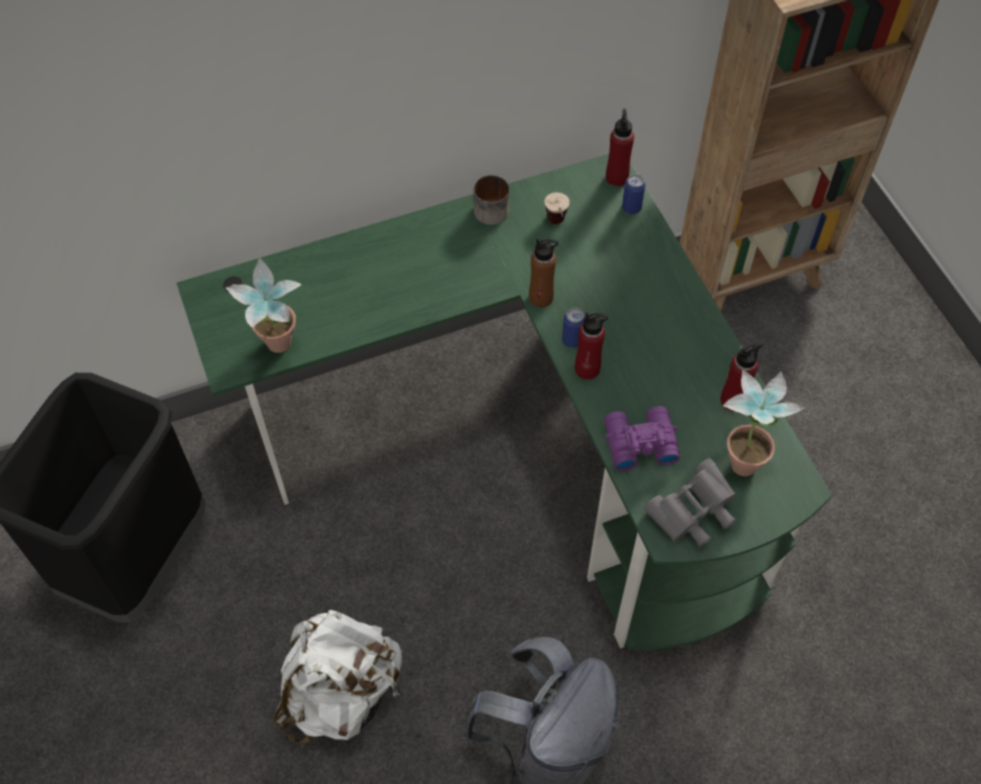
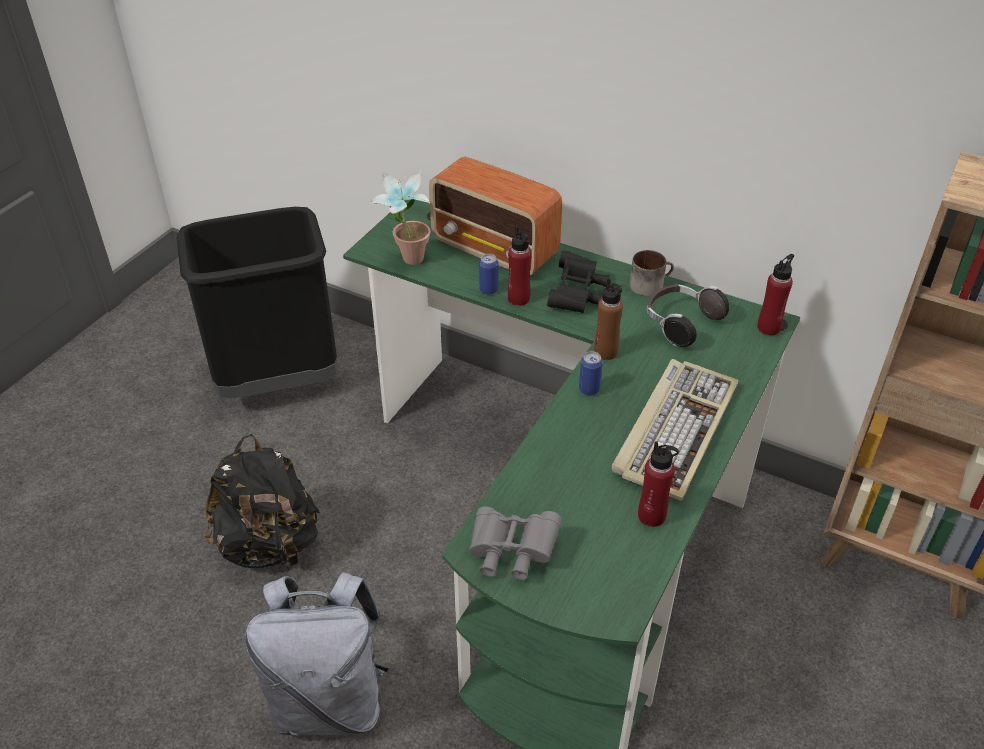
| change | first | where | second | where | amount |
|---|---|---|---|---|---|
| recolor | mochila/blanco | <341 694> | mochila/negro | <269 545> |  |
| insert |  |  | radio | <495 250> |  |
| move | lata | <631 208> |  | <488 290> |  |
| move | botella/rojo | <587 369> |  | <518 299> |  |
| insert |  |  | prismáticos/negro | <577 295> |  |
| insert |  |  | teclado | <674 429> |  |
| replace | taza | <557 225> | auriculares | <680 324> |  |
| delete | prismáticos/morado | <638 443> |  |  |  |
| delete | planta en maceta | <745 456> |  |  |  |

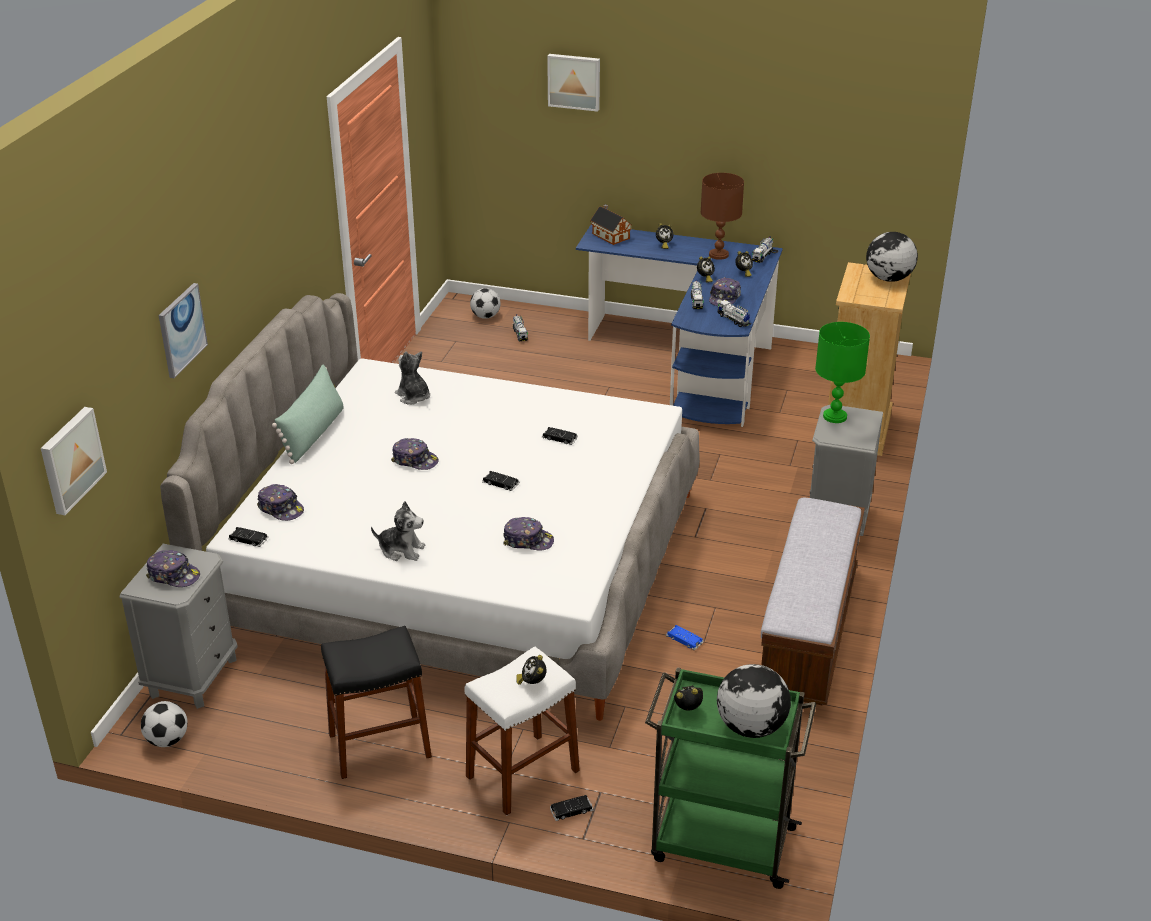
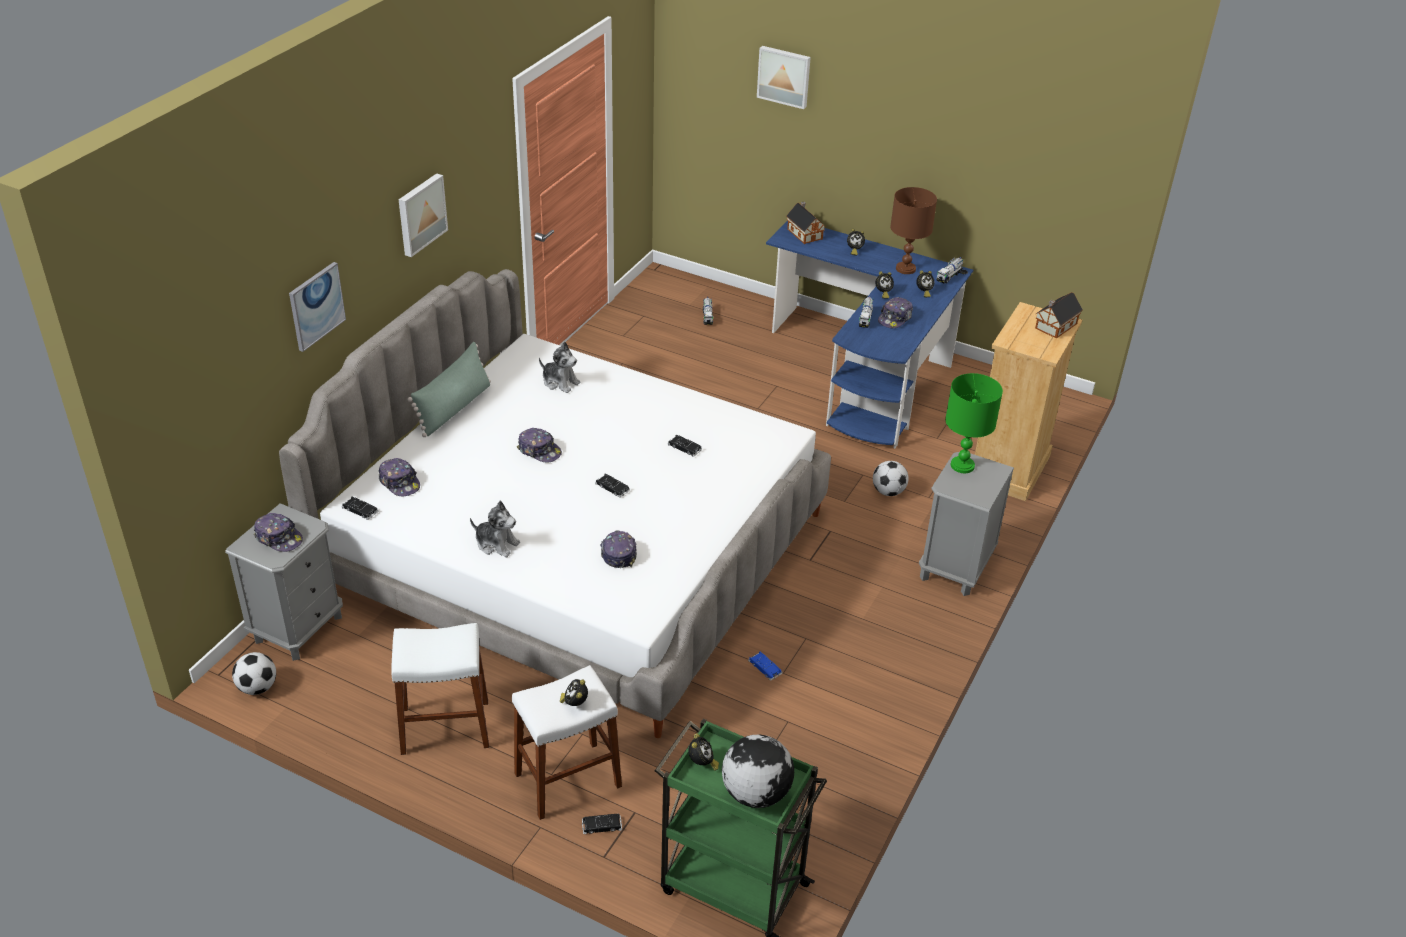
| change | first | where | second | where | amount |
|---|---|---|---|---|---|
| recolor | taburete/negro | <379 745> | taburete/blanco | <445 727> |  |
| move | cuadro | <70 459> |  | <420 214> |  |
| rotate | peluche | <413 396> |  | <560 382> | 150 degrees clockwise |
| rotate | gorra | <528 541> |  | <618 553> | 120 degrees counterclockwise |
| rotate | despertador | <688 709> |  | <702 764> | 90 degrees clockwise |
| move | balón de fútbol | <485 316> |  | <888 492> |  |
| replace | globo terráqueo | <888 279> | casita | <1054 326> |  |
| delete | camión de juguete | <733 320> |  |  |  |
| delete | banco | <808 631> |  |  |  |

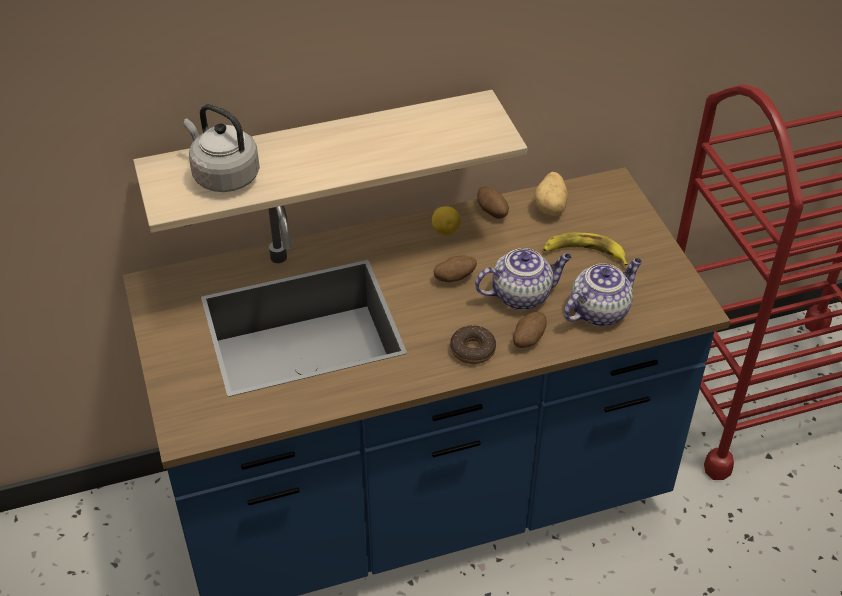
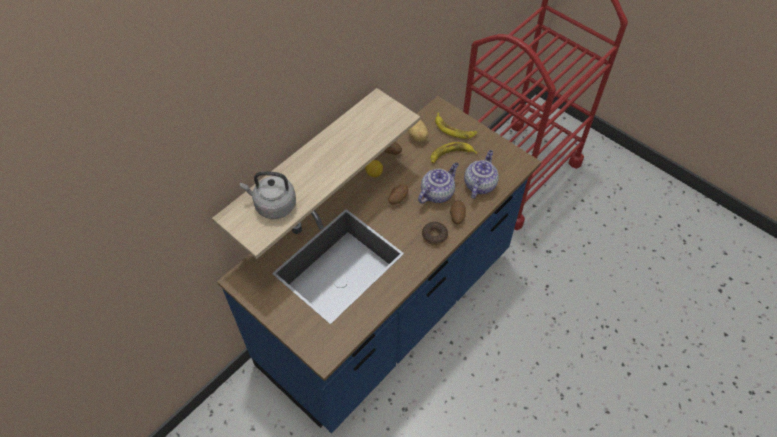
| change | first | where | second | where | amount |
|---|---|---|---|---|---|
| insert |  |  | plátano | <454 129> |  |

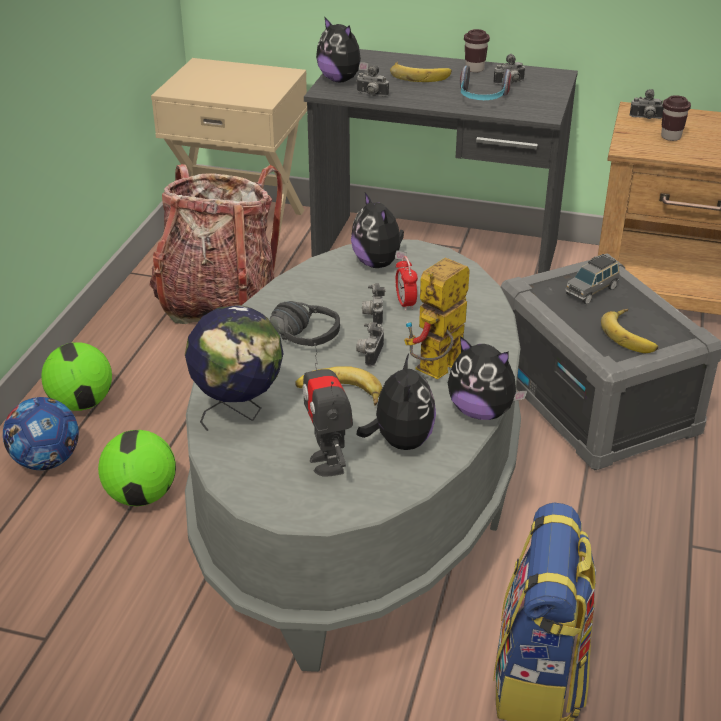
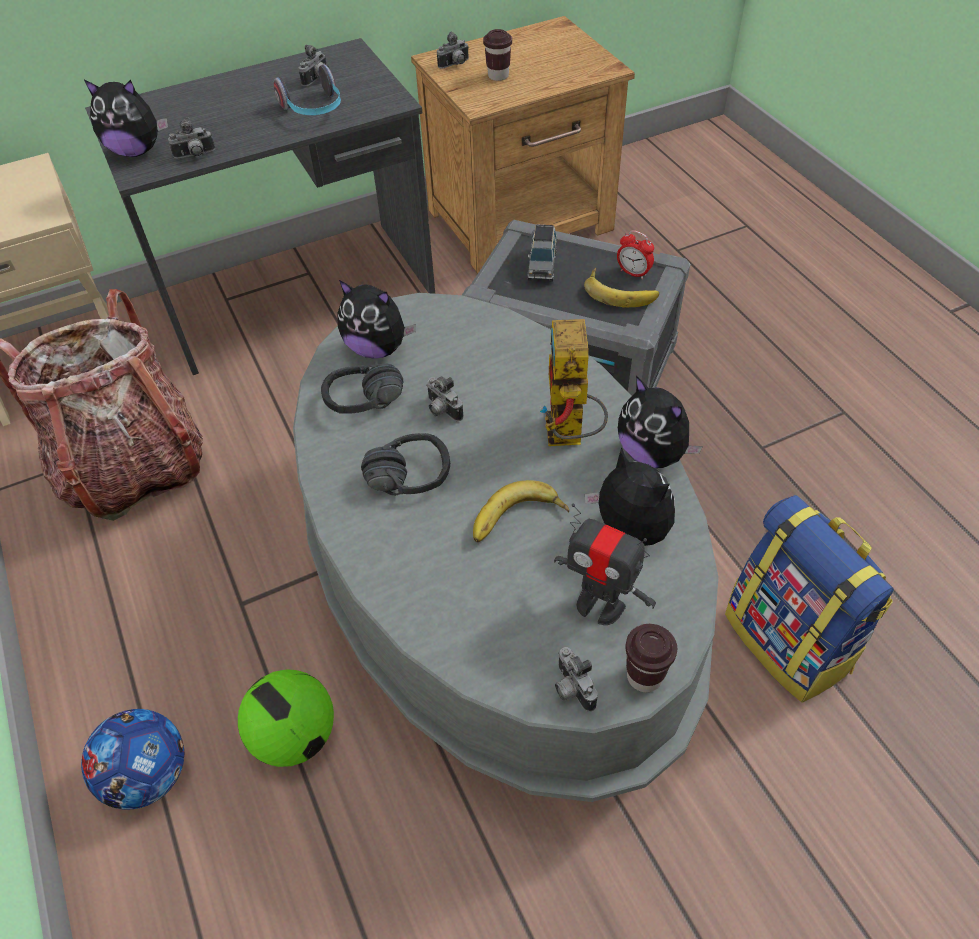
| change | first | where | second | where | amount |
|---|---|---|---|---|---|
| insert |  |  | auriculares/negro | <367 408> |  |
| move | cámara | <369 354> |  | <571 688> |  |
| move | despertador | <405 303> |  | <633 273> |  |
| rotate | peluche | <481 411> |  | <652 453> | 60 degrees clockwise |
| move | taza/marrón | <474 69> |  | <644 676> |  |
| delete | balón de fútbol | <81 403> |  |  |  |
| delete | globo terráqueo | <239 413> |  |  |  |
| delete | plátano | <420 75> |  |  |  |

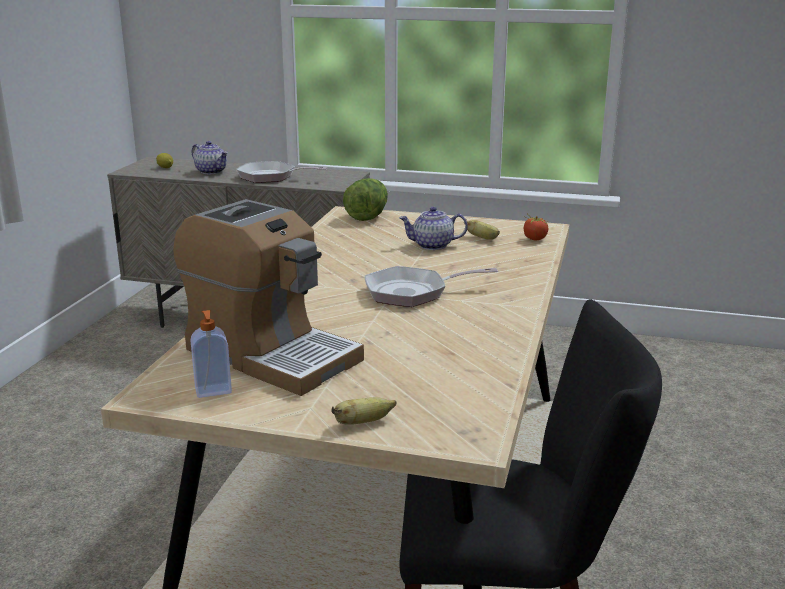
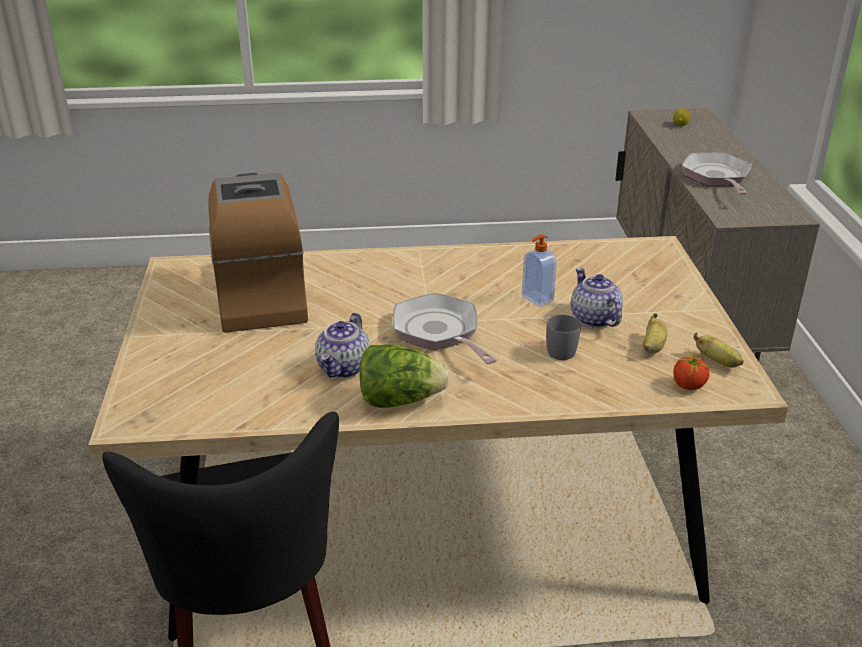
| change | first | where | second | where | amount |
|---|---|---|---|---|---|
| rotate | cafetera | <270 354> |  | <260 294> | 150 degrees clockwise |
| move | tetera | <211 171> |  | <344 368> |  |
| move | lechuga | <368 216> |  | <400 400> |  |
| move | dispensador de jabón | <213 391> |  | <536 299> |  |
| insert |  |  | taza grande/gris | <563 349> |  |
| move | plátano | <363 422> |  | <718 362> |  |

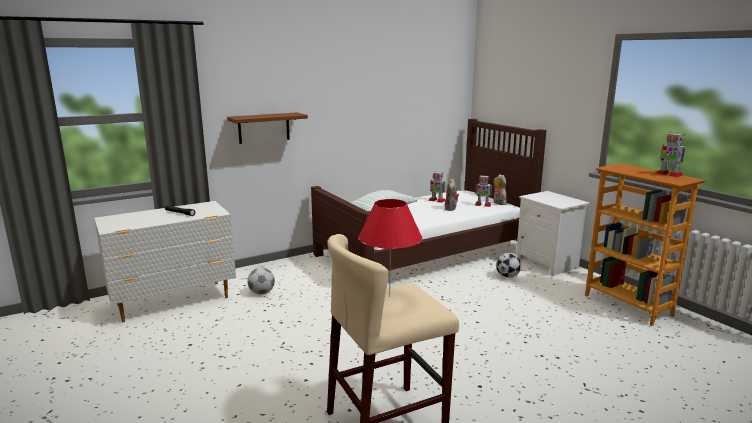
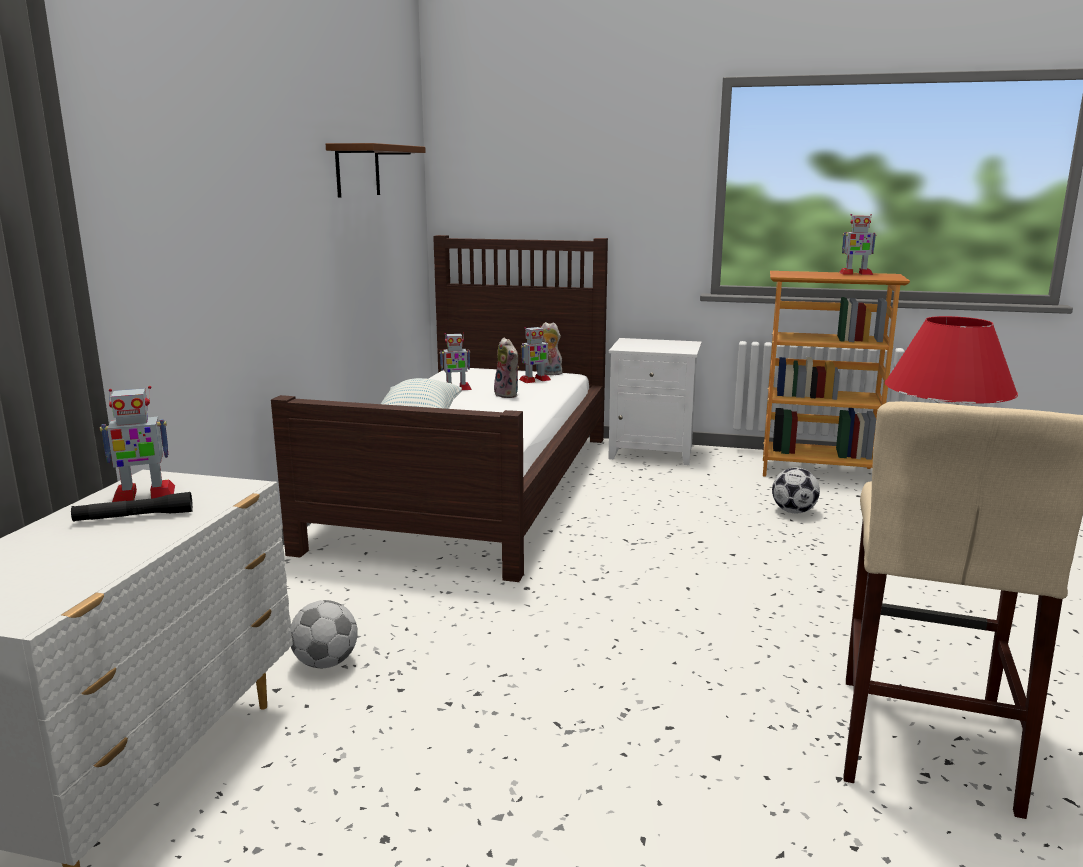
| change | first | where | second | where | amount |
|---|---|---|---|---|---|
| insert |  |  | robot de juguete | <143 495> |  |
| move | estante/marrón | <264 128> |  | <357 170> |  |
| move | balón de fútbol | <507 276> |  | <793 511> |  |

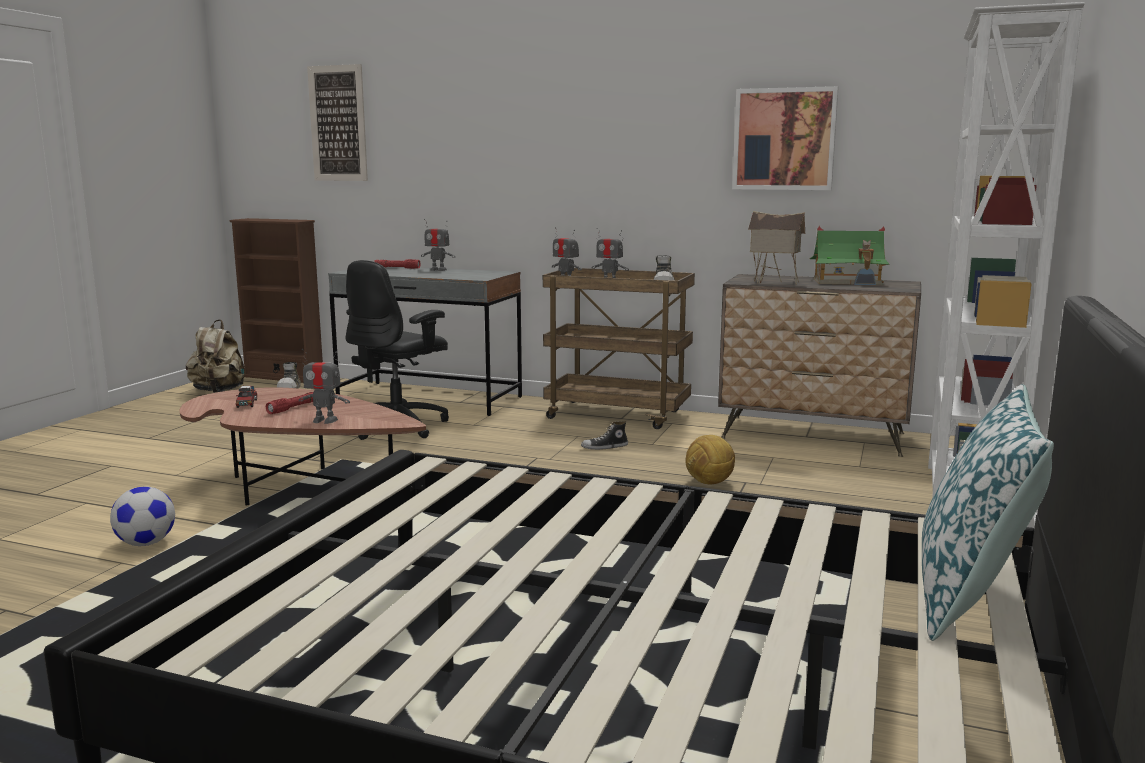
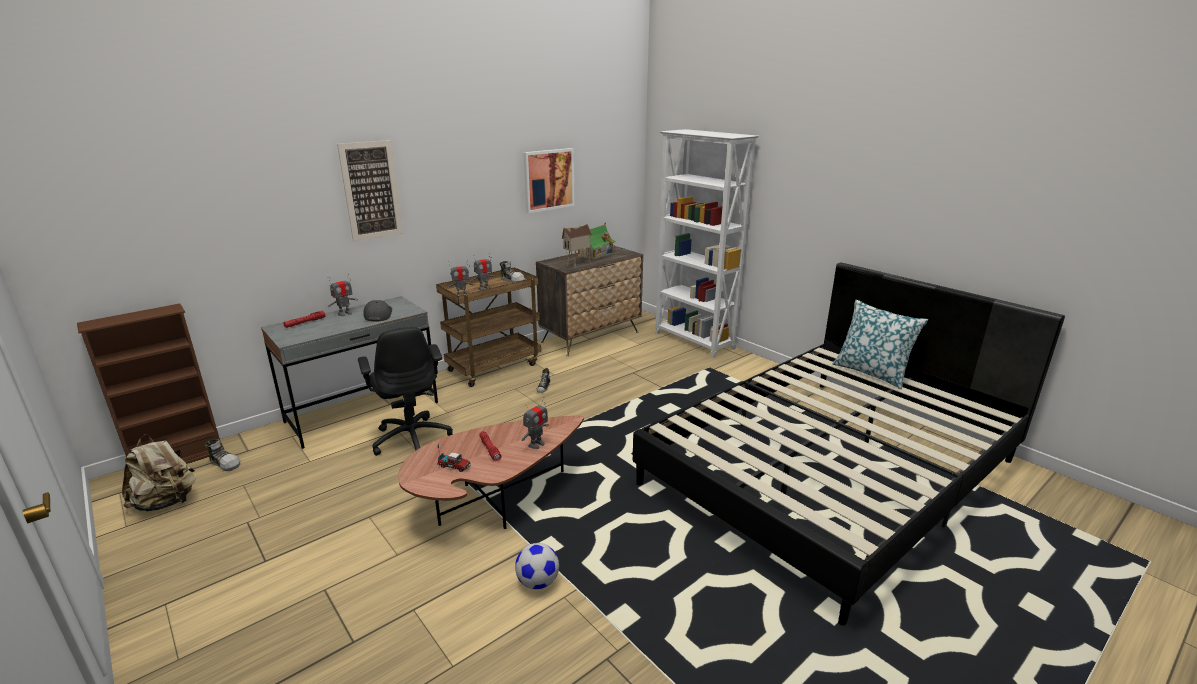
| change | first | where | second | where | amount |
|---|---|---|---|---|---|
| move | cuadro | <338 123> |  | <371 190> |  |
| insert |  |  | gorra/gris | <377 315> |  |
| delete | balón de fútbol | <709 483> |  |  |  |

